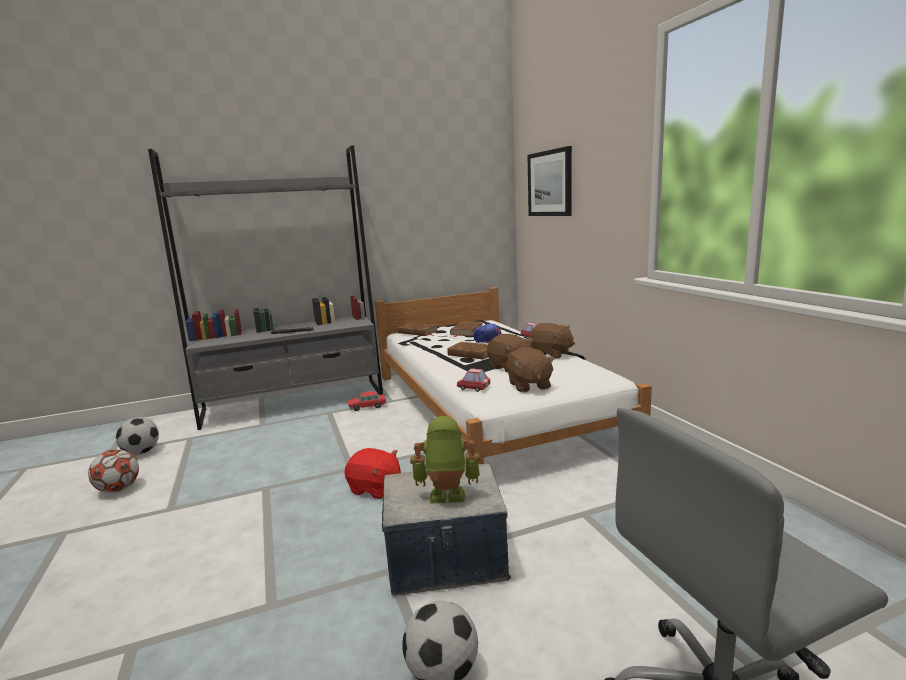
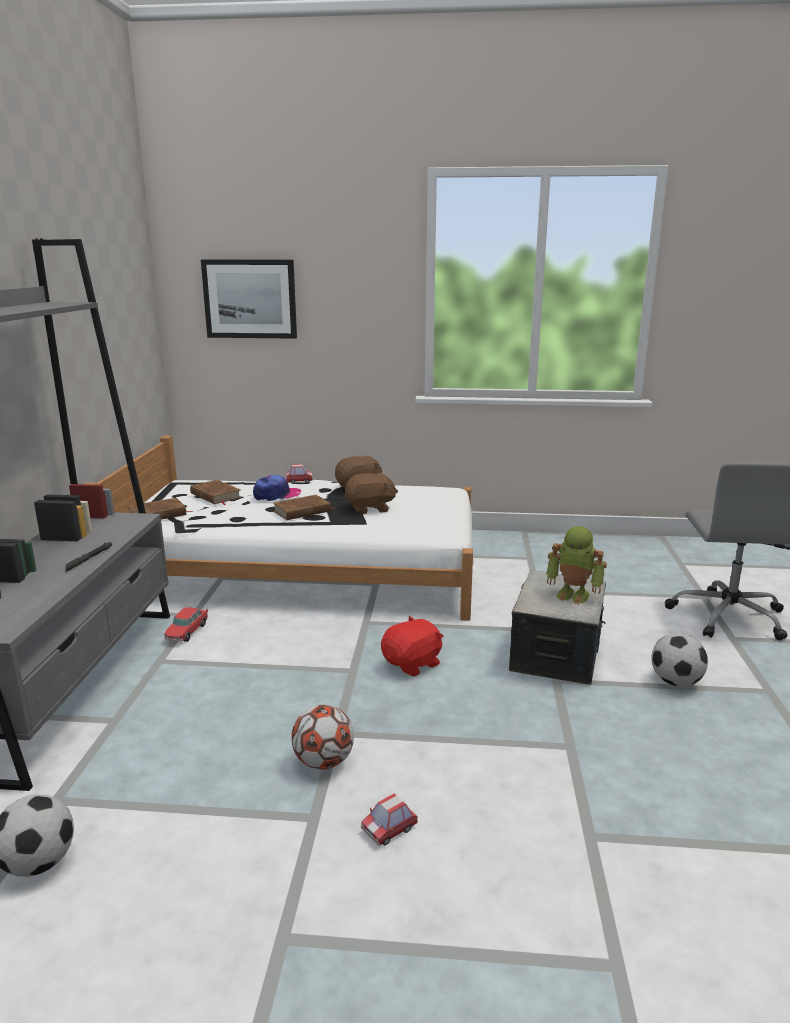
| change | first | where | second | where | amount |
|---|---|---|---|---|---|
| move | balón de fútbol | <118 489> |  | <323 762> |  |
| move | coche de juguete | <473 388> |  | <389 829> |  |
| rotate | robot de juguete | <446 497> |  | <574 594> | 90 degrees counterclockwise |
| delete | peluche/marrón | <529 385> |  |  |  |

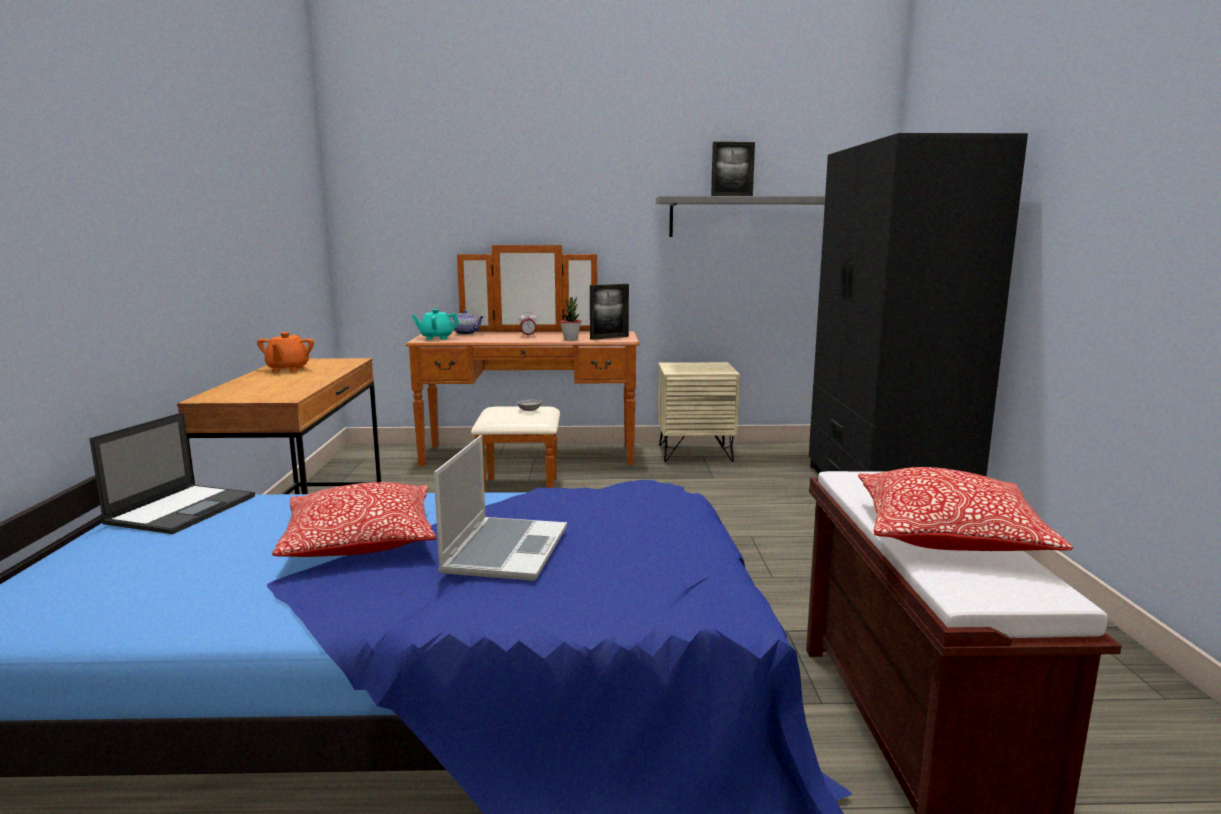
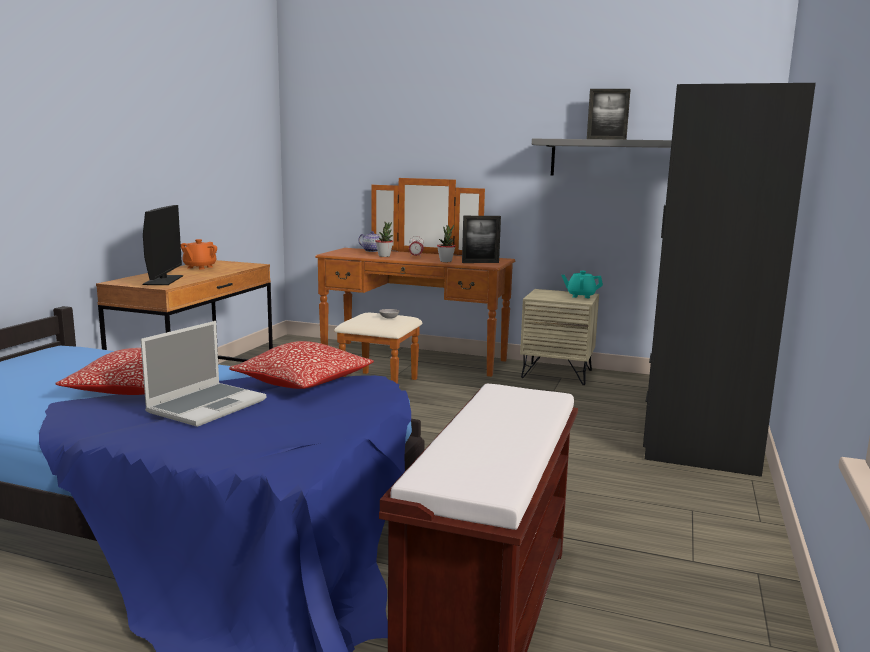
| change | first | where | second | where | amount |
|---|---|---|---|---|---|
| insert |  |  | monitor | <163 280> |  |
| move | cojín | <948 536> |  | <303 383> |  |
| insert |  |  | planta en maceta | <384 256> |  |
| move | tetera/turquesa | <436 338> |  | <580 296> |  |
| delete | portátil | <183 509> |  |  |  |

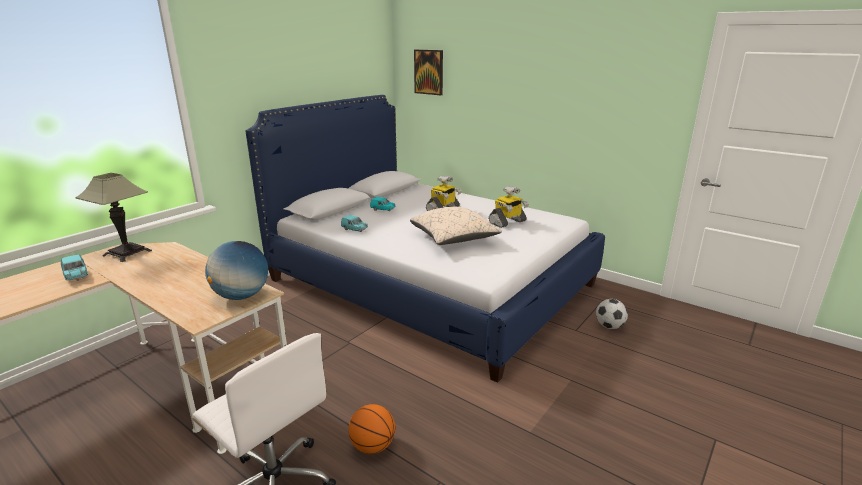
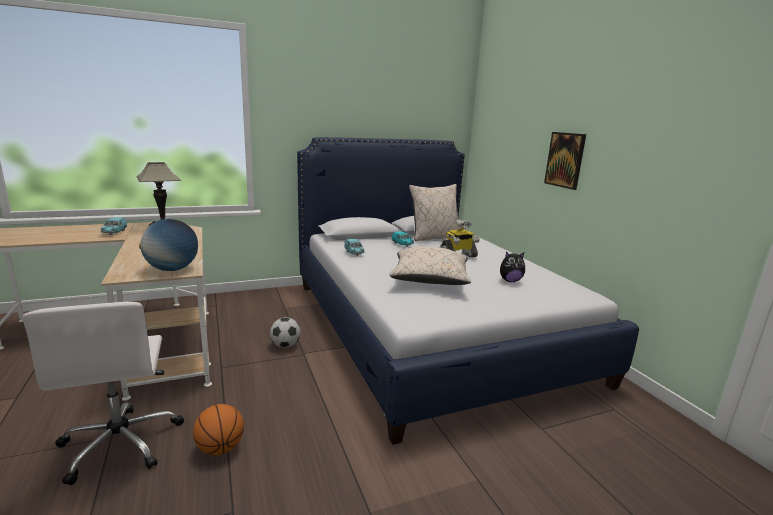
| change | first | where | second | where | amount |
|---|---|---|---|---|---|
| move | balón de fútbol | <609 326> |  | <285 345> |  |
| insert |  |  | cojín/beis | <434 237> |  |
| replace | robot de juguete | <507 222> | peluche | <510 281> |  |
| move | cuadro | <429 72> |  | <565 160> |  |

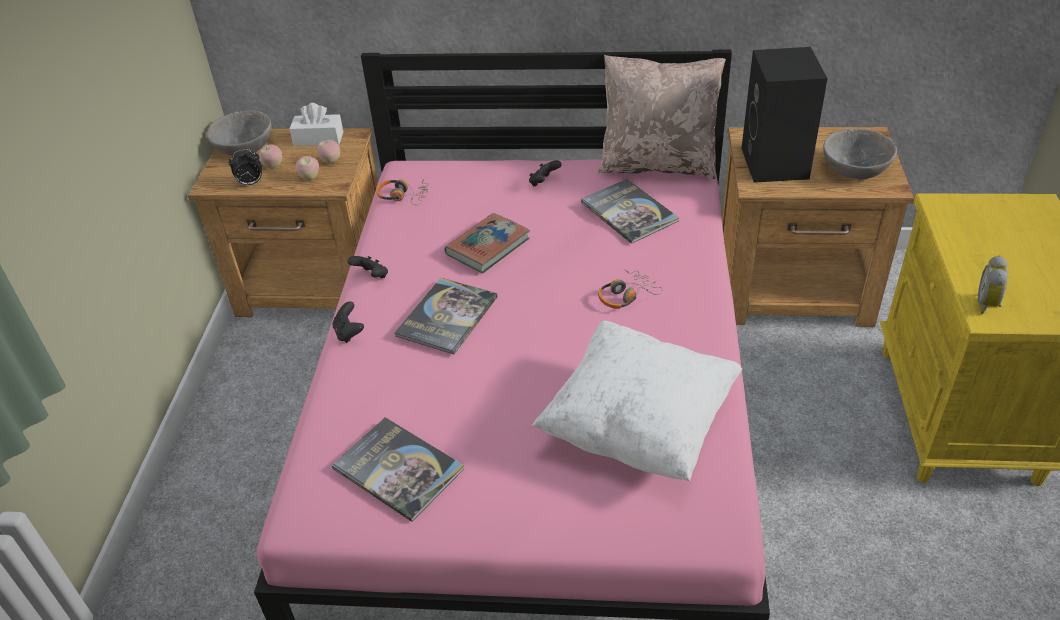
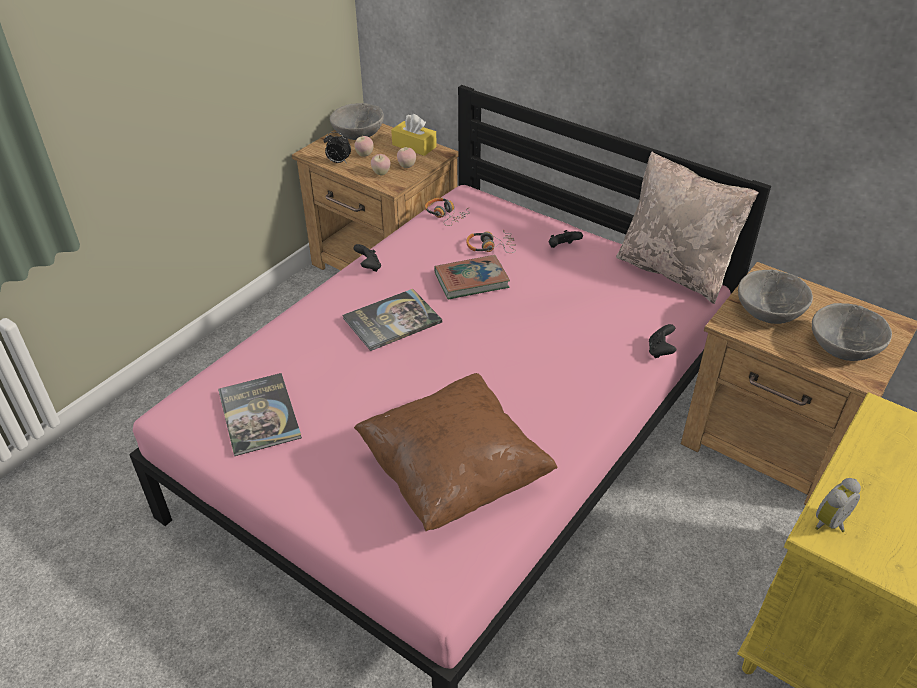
| change | first | where | second | where | amount |
|---|---|---|---|---|---|
| recolor | cojín/blanco | <639 426> | cojín/marrón | <454 474> |  |
| recolor | caja de pañuelos/blanco | <318 139> | caja de pañuelos/amarillo | <414 146> |  |
| move | auriculares | <626 295> |  | <490 247> |  |
| move | mando de consola/negro | <349 333> |  | <660 351> |  |
| replace | altavoz/negro | <776 164> | cuenco/gris | <769 311> |  |
| delete | libro | <629 212> |  |  |  |

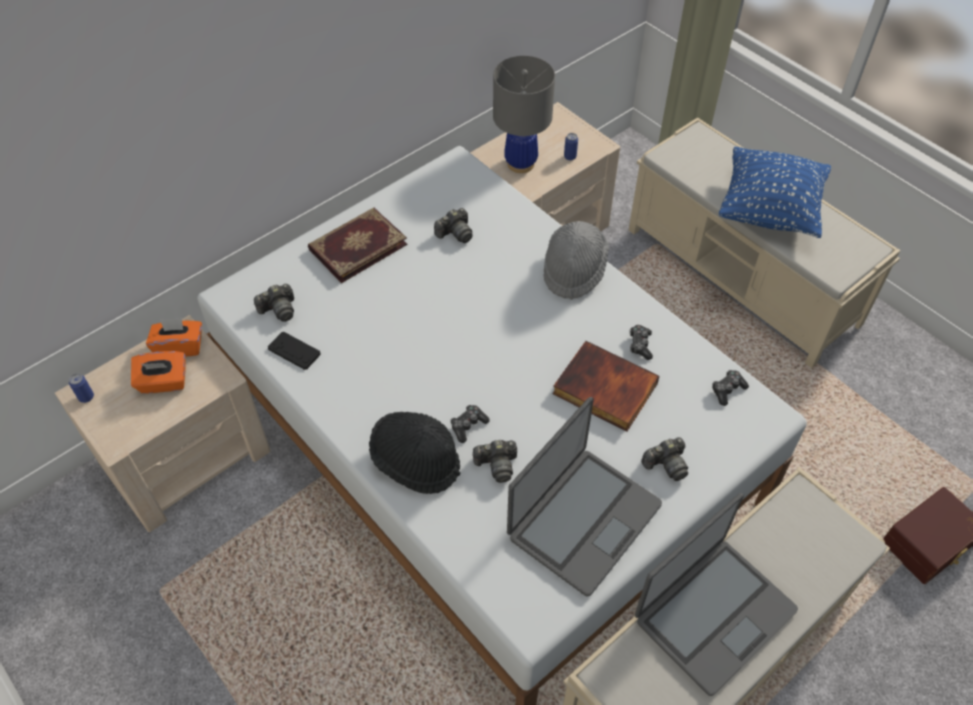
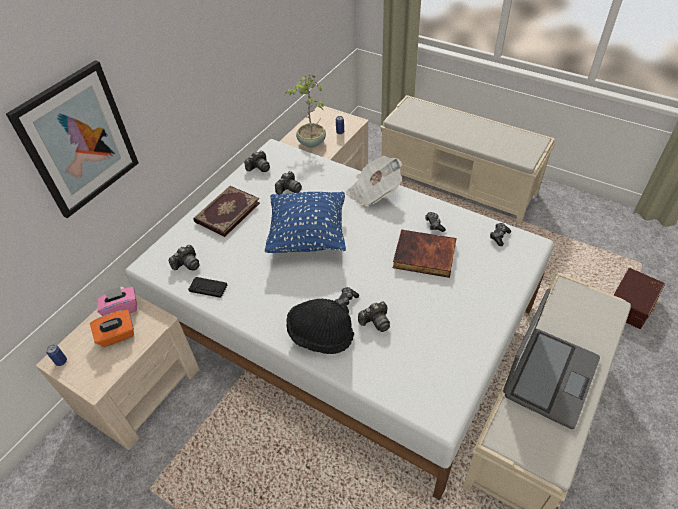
| change | first | where | second | where | amount |
|---|---|---|---|---|---|
| insert |  |  | cuadro | <78 140> |  |
| recolor | caja de pañuelos/naranja | <180 347> | caja de pañuelos/rosa | <121 309> |  |
| move | cámara | <666 464> |  | <259 167> |  |
| move | cojín/azul | <769 211> |  | <308 236> |  |
| replace | lámpara de mesa/gris | <520 163> | planta en maceta | <311 142> |  |
| replace | sombrero/gris | <573 270> | periódico | <373 192> |  |
| delete | portátil | <583 520> |  |  |  |

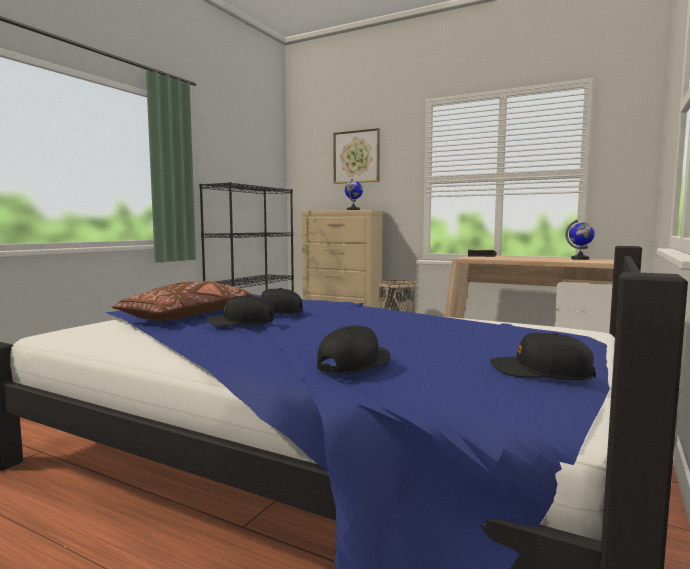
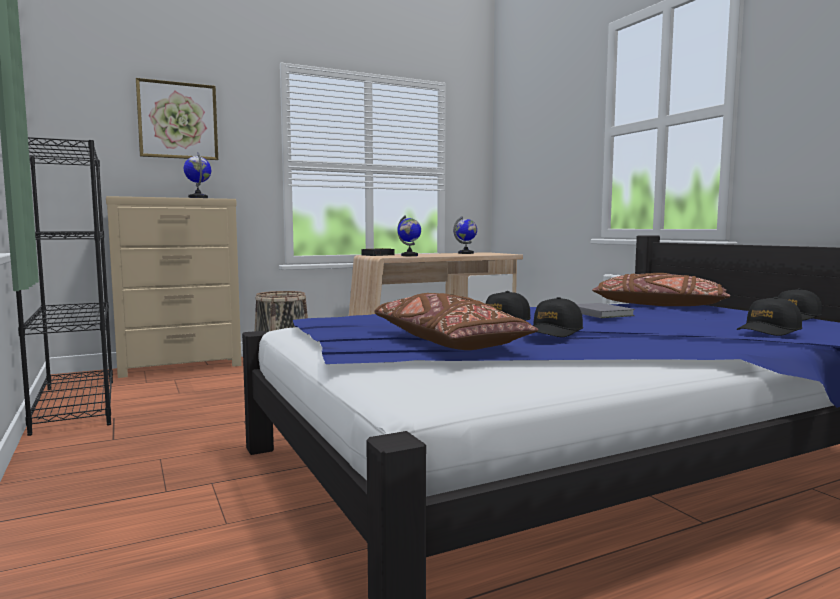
| change | first | where | second | where | amount |
|---|---|---|---|---|---|
| insert |  |  | globo terráqueo | <409 255> |  |
| insert |  |  | libro/gris | <600 313> |  |
| insert |  |  | cojín/marrón | <659 305> |  |
| rotate | gorra/negro | <354 364> |  | <769 330> | 105 degrees counterclockwise |

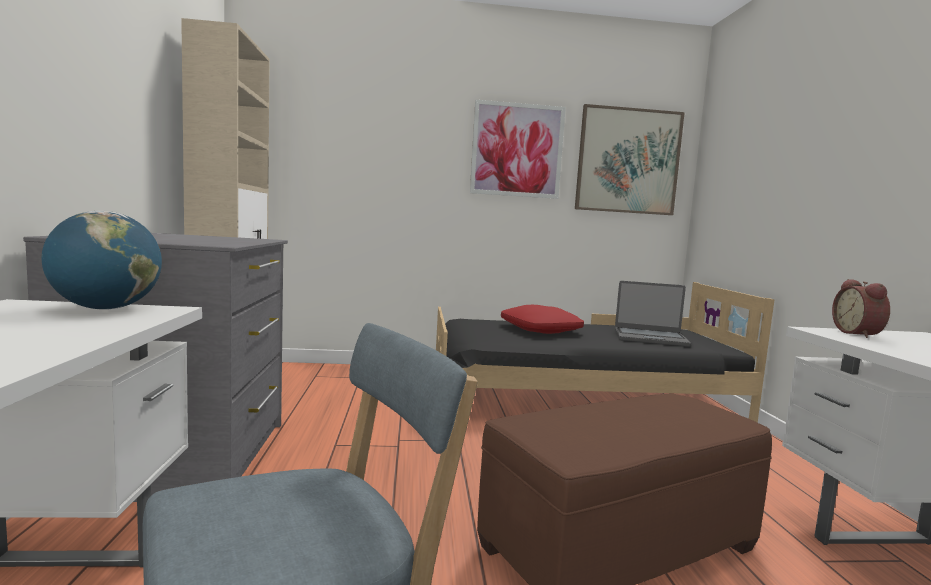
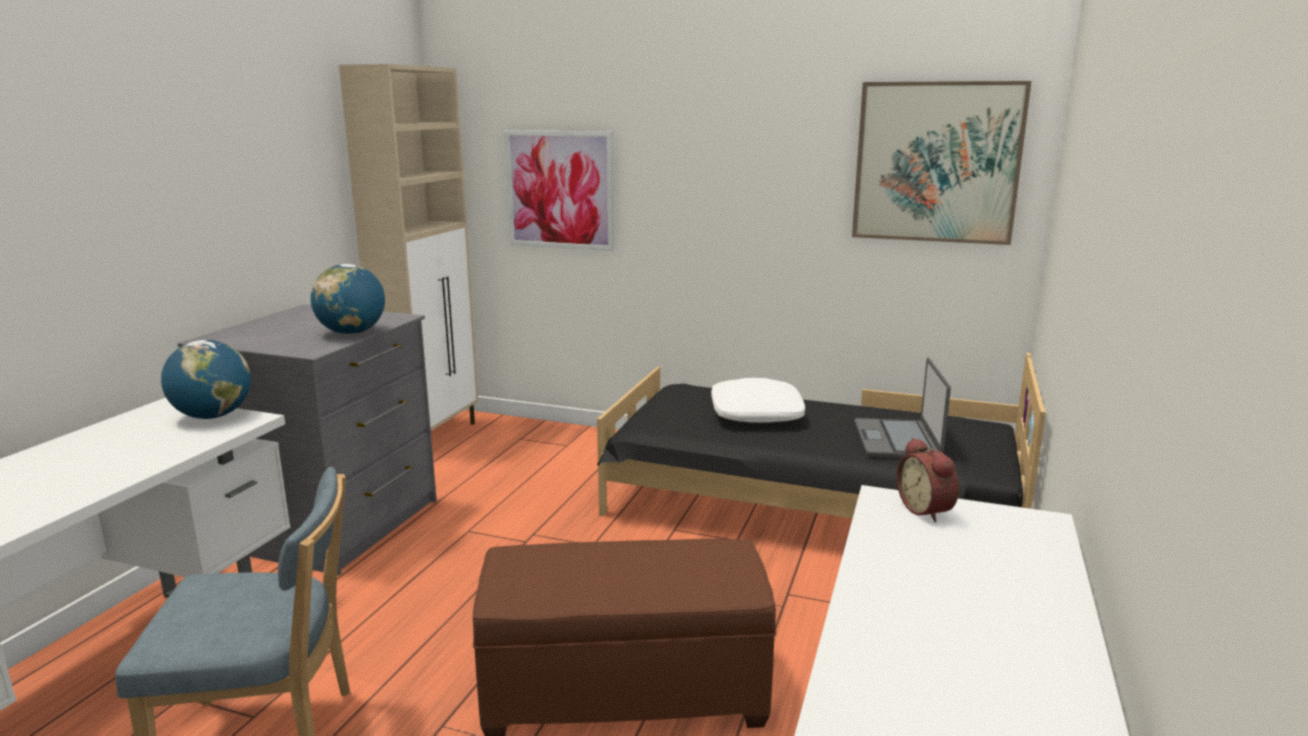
| change | first | where | second | where | amount |
|---|---|---|---|---|---|
| insert |  |  | globo terráqueo | <352 333> |  |
| move | cuadro | <517 150> |  | <560 190> |  |
| recolor | cojín/rojo | <539 329> | cojín/blanco | <755 413> |  |
| rotate | portátil | <650 338> |  | <897 441> | 60 degrees clockwise |
| rotate | despertador | <859 334> |  | <927 510> | 45 degrees counterclockwise |

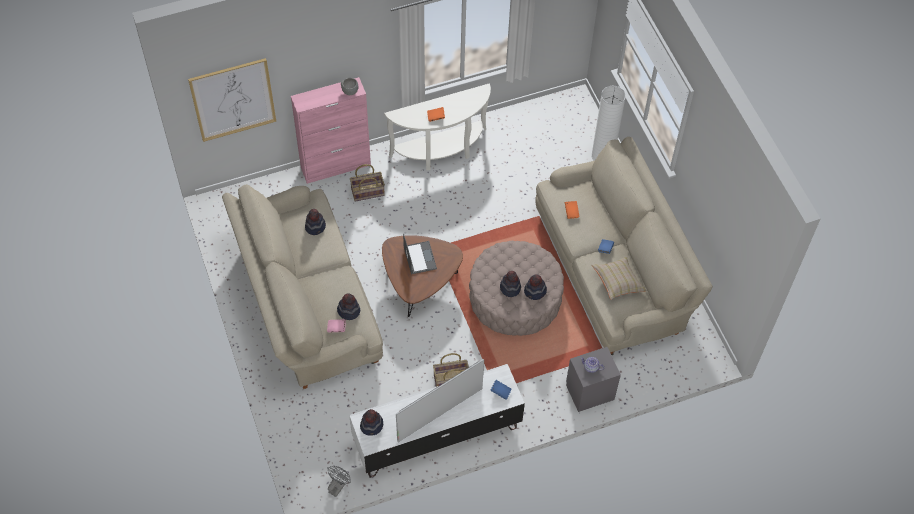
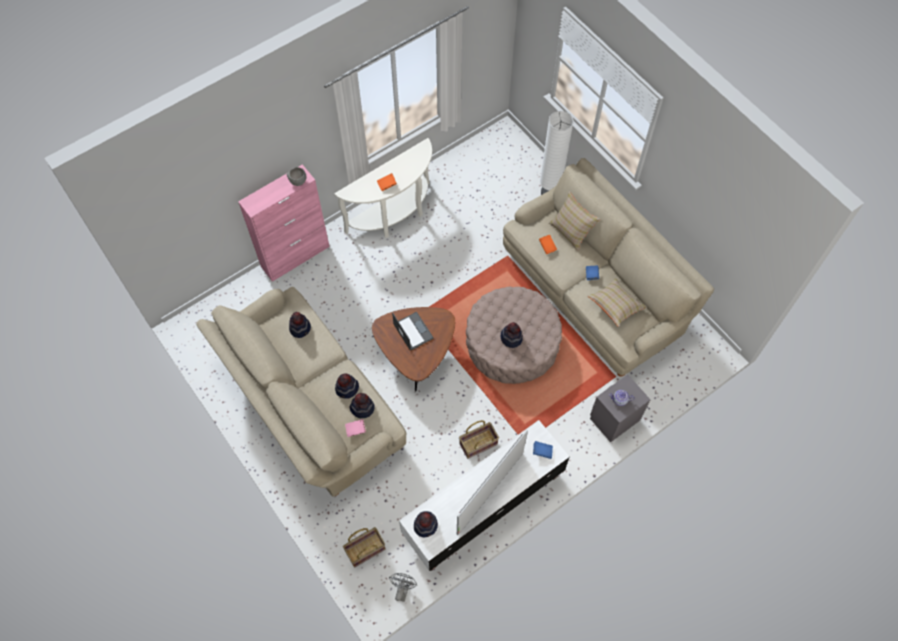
| change | first | where | second | where | amount |
|---|---|---|---|---|---|
| move | sombrero | <535 291> |  | <347 389> |  |
| move | cesta | <368 191> |  | <365 549> |  |
| insert |  |  | cojín/beis | <571 231> |  |
| delete | cuadro | <233 99> |  |  |  |

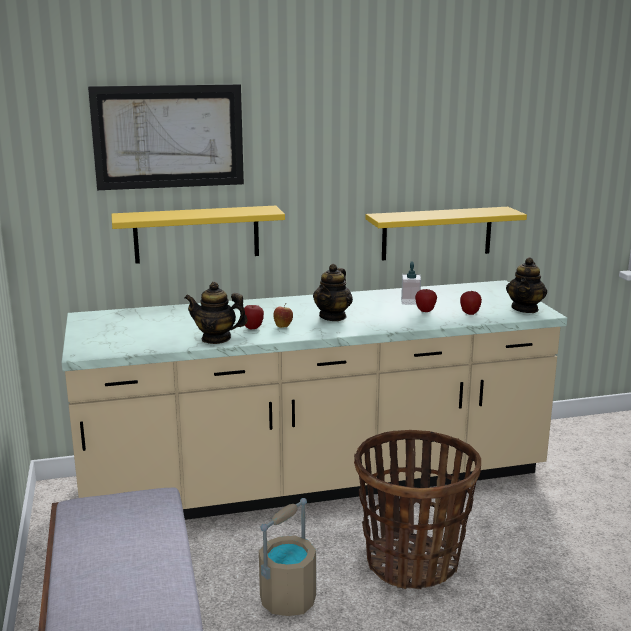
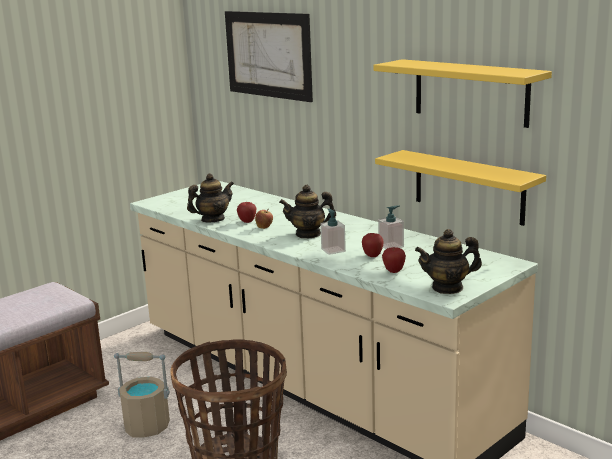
| change | first | where | second | where | amount |
|---|---|---|---|---|---|
| rotate | tetera | <216 338> |  | <212 220> | 75 degrees clockwise |
| insert |  |  | dispensador de jabón | <333 250> |  |
| move | estante/amarillo | <196 234> |  | <470 92> |  |

